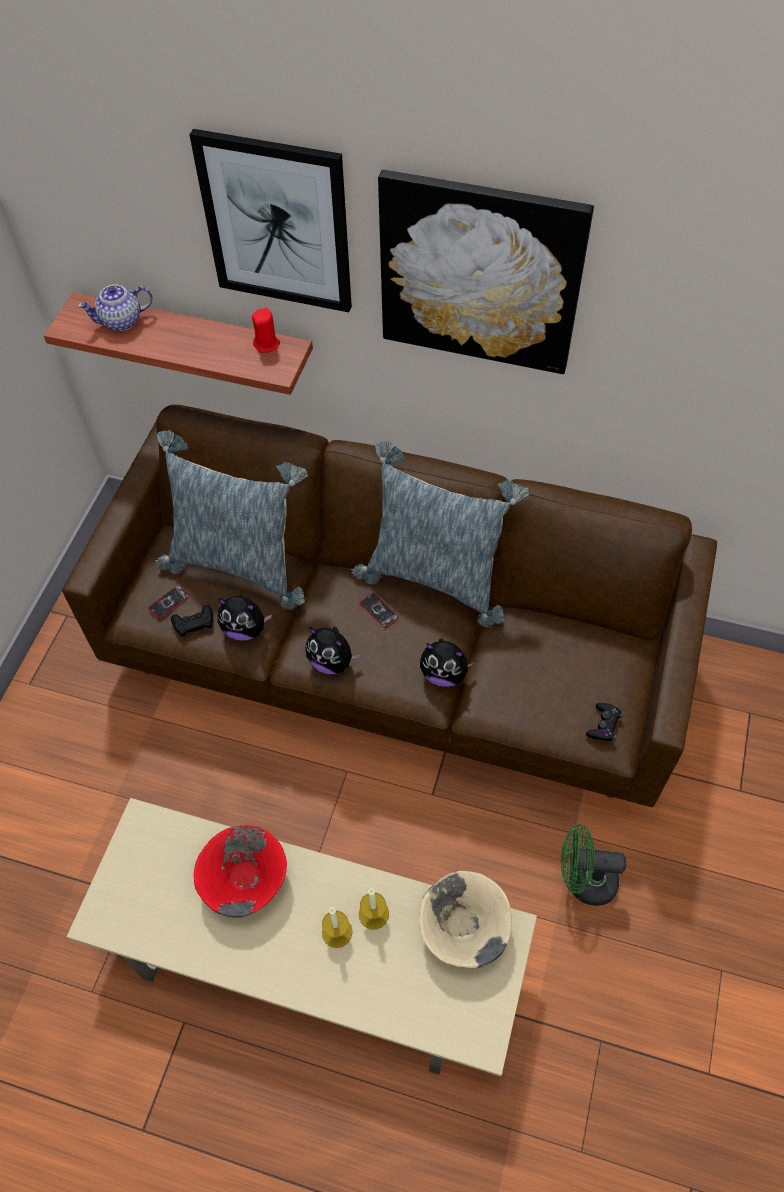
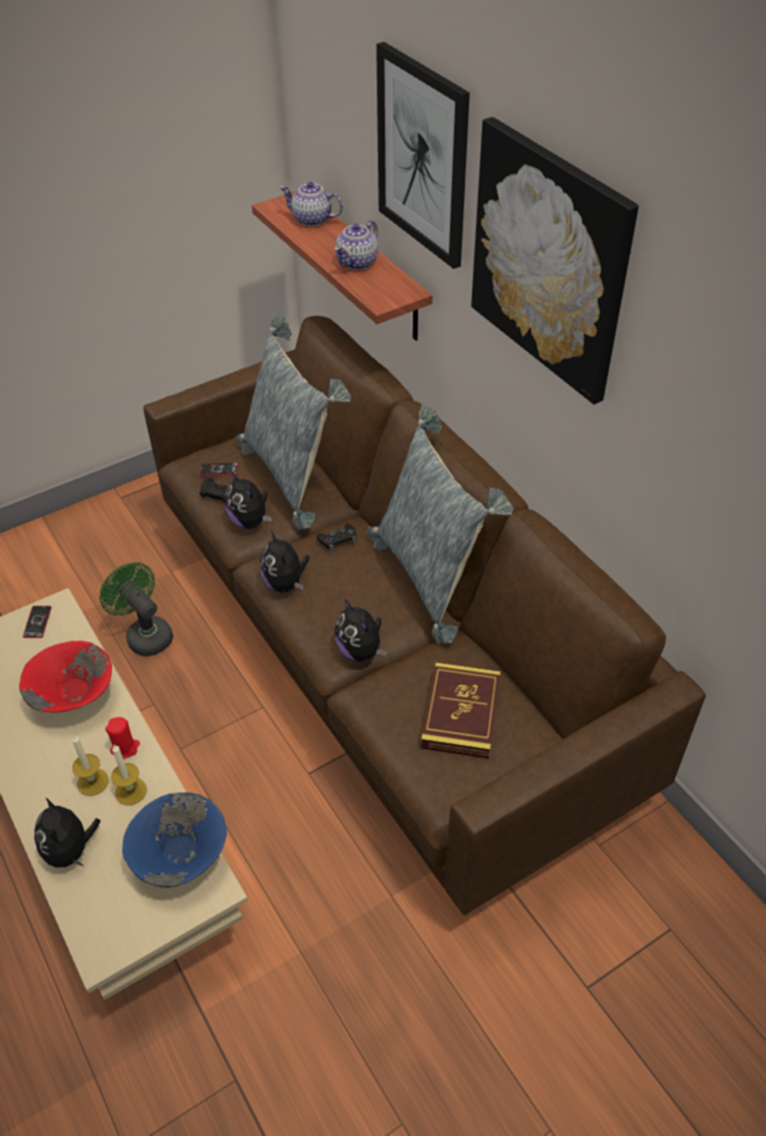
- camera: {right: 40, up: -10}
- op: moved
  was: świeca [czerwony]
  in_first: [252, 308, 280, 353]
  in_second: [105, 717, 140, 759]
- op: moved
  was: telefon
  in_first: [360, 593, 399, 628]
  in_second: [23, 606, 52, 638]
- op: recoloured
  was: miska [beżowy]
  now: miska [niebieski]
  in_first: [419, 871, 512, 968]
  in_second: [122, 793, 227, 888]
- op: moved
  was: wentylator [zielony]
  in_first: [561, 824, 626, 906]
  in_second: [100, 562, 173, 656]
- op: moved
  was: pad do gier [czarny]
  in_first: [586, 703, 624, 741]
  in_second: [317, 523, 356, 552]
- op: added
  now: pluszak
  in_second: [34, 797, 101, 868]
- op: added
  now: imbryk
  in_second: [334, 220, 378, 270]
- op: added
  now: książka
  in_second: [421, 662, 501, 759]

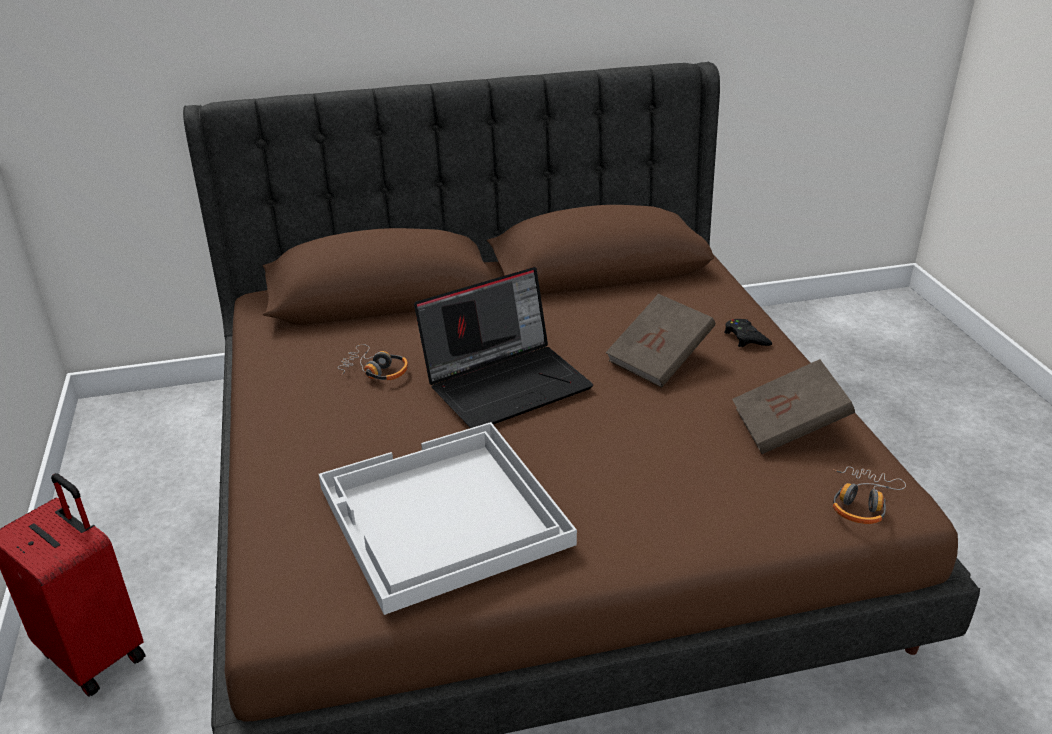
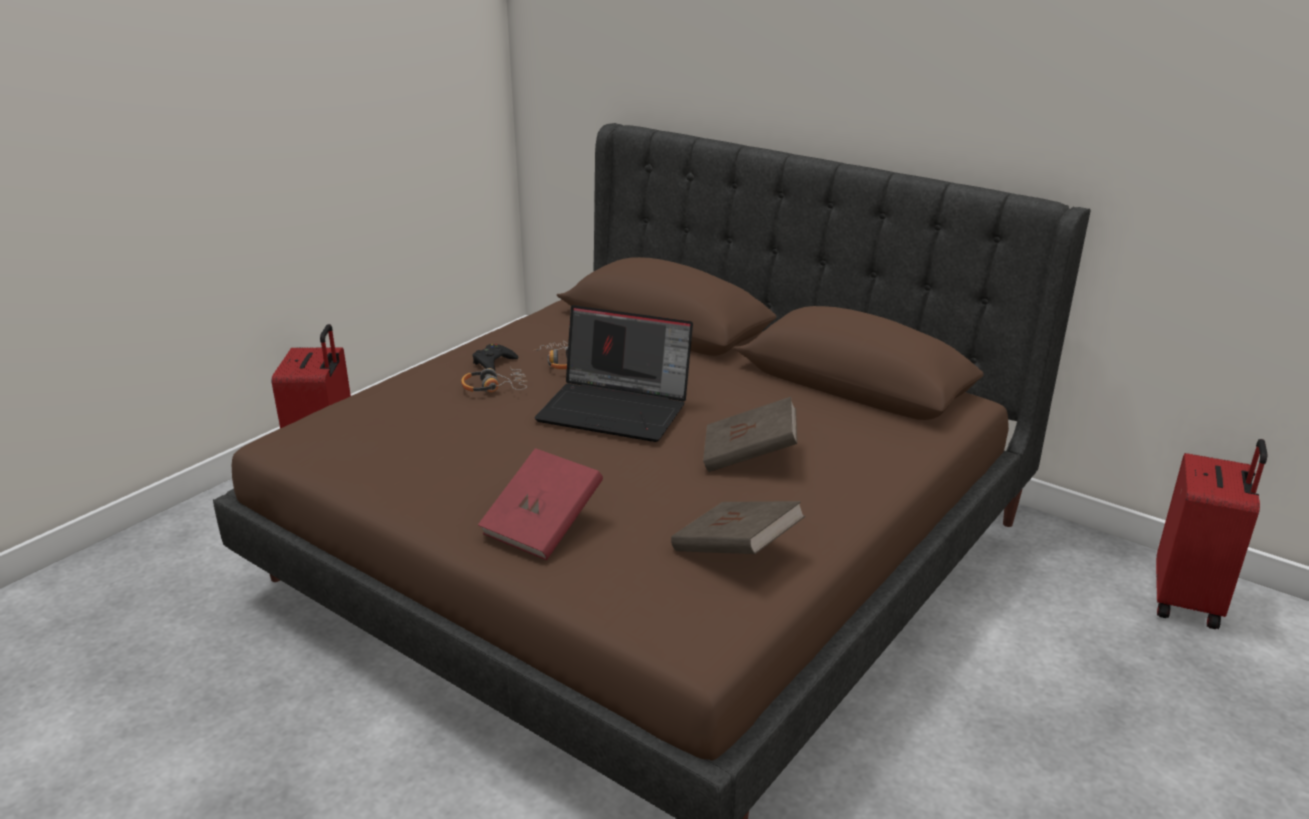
- camera: {right: 50, up: -5}
- op: removed
  was: taca [biały]
  in_first: [319, 422, 577, 615]
- op: moved
  was: pad do gier [czarny]
  in_first: [724, 319, 772, 347]
  in_second: [472, 344, 518, 370]
- op: moved
  was: słuchawki
  in_first: [833, 467, 906, 524]
  in_second: [461, 366, 528, 392]
- op: added
  now: książka [czerwony]
  in_second: [478, 448, 603, 560]
- op: added
  now: walizka [czerwony]
  in_second: [1156, 439, 1267, 629]

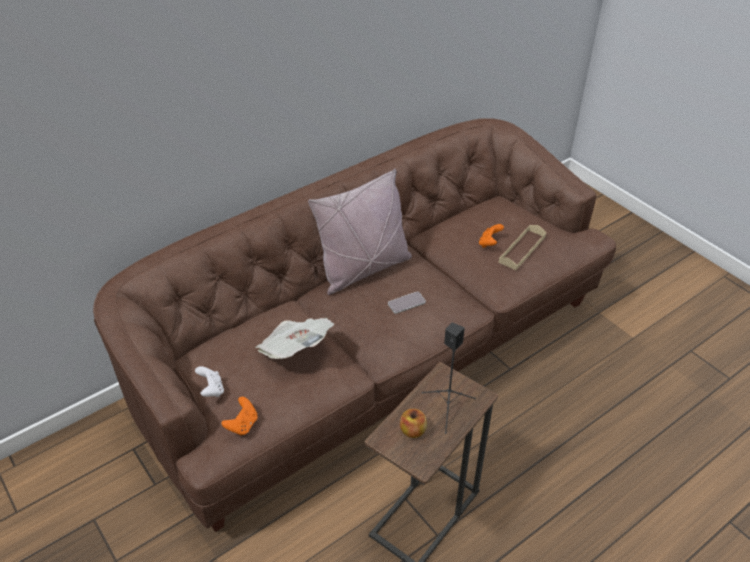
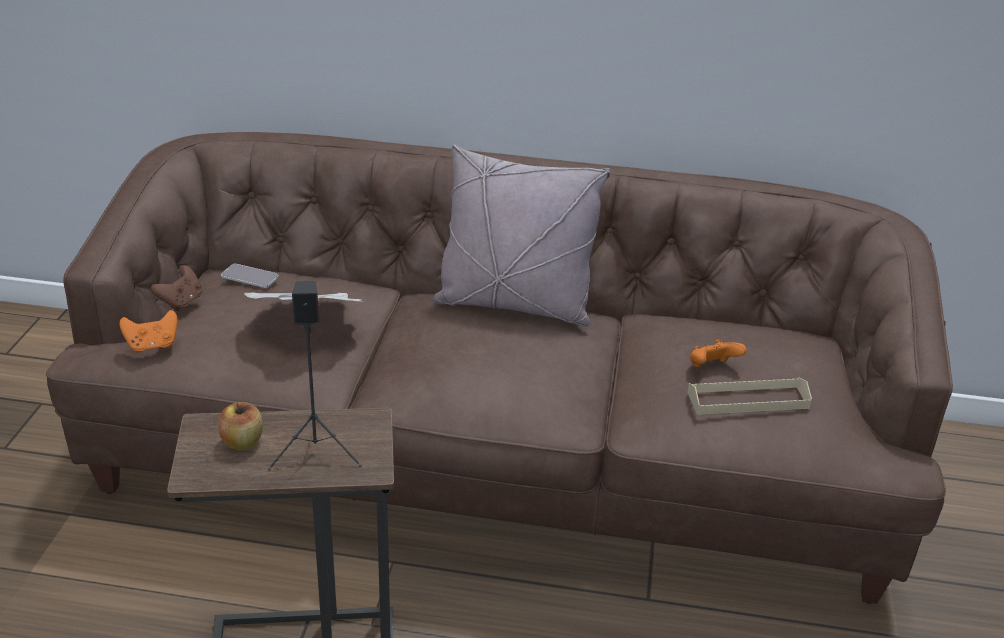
- camera: {right: 45, up: -10}
- op: recoloured
  was: pad do gier [biały]
  now: pad do gier [brązowy]
  in_first: [195, 366, 224, 397]
  in_second: [151, 265, 202, 311]
- op: moved
  was: telefon
  in_first: [388, 292, 426, 314]
  in_second: [221, 264, 279, 288]

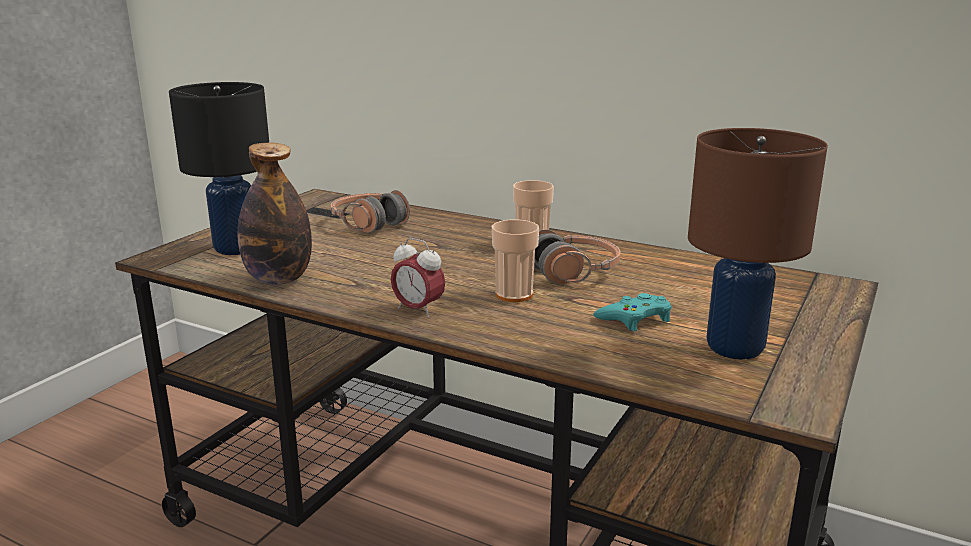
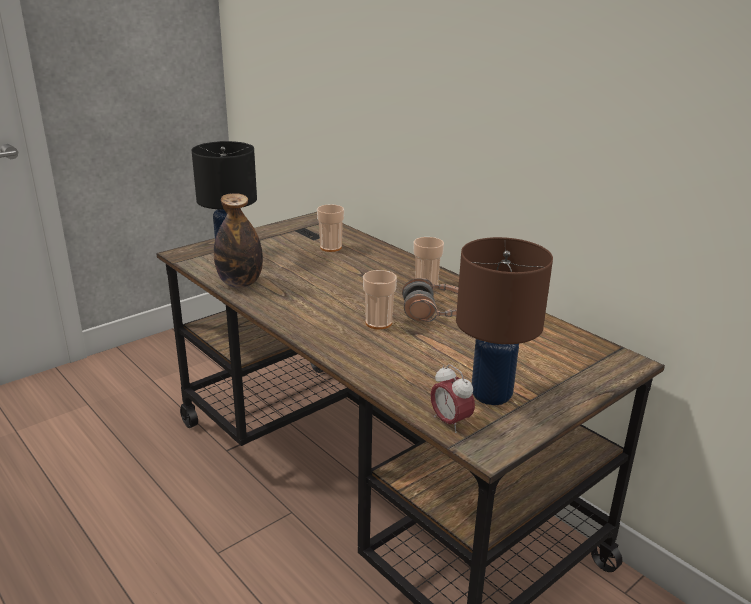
- camera: {right: 20, up: 5}
- op: replaced
  was: słuchawki
  now: filiżanka
  in_first: [331, 190, 410, 233]
  in_second: [317, 204, 344, 252]
- op: moved
  was: budzik
  in_first: [391, 238, 445, 318]
  in_second: [431, 364, 475, 433]
- op: removed
  was: pad do gier [turkusowy]
  in_first: [593, 293, 672, 331]

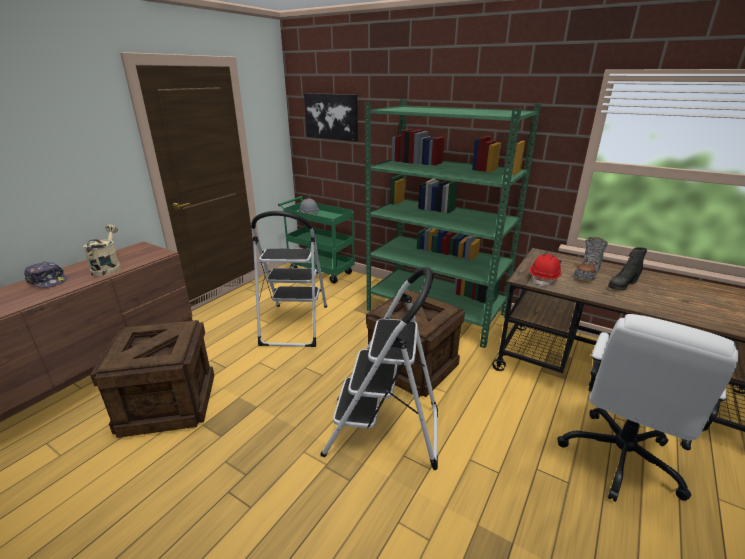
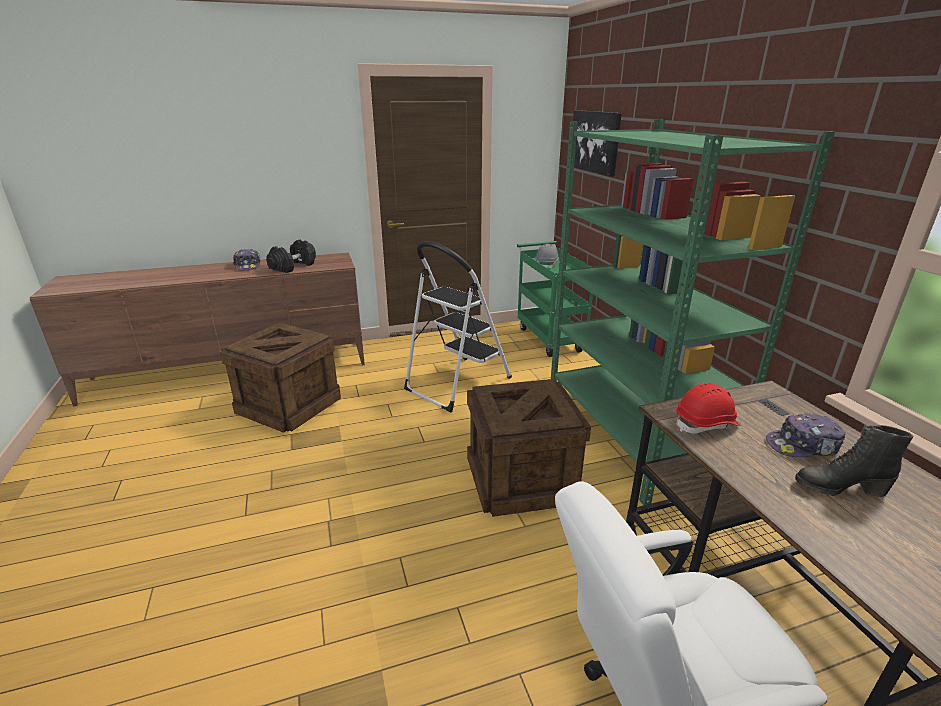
- camera: {right: 40, up: 0}
- op: replaced
  was: konewka [beżowy]
  now: hantel [czarny]
  in_first: [83, 225, 121, 277]
  in_second: [266, 240, 316, 273]
- op: removed
  was: drabinka
  in_first: [320, 267, 438, 470]
- op: replaced
  was: but z cholewką [szary]
  now: czapka z daszkiem
  in_first: [574, 237, 608, 280]
  in_second: [766, 413, 845, 457]

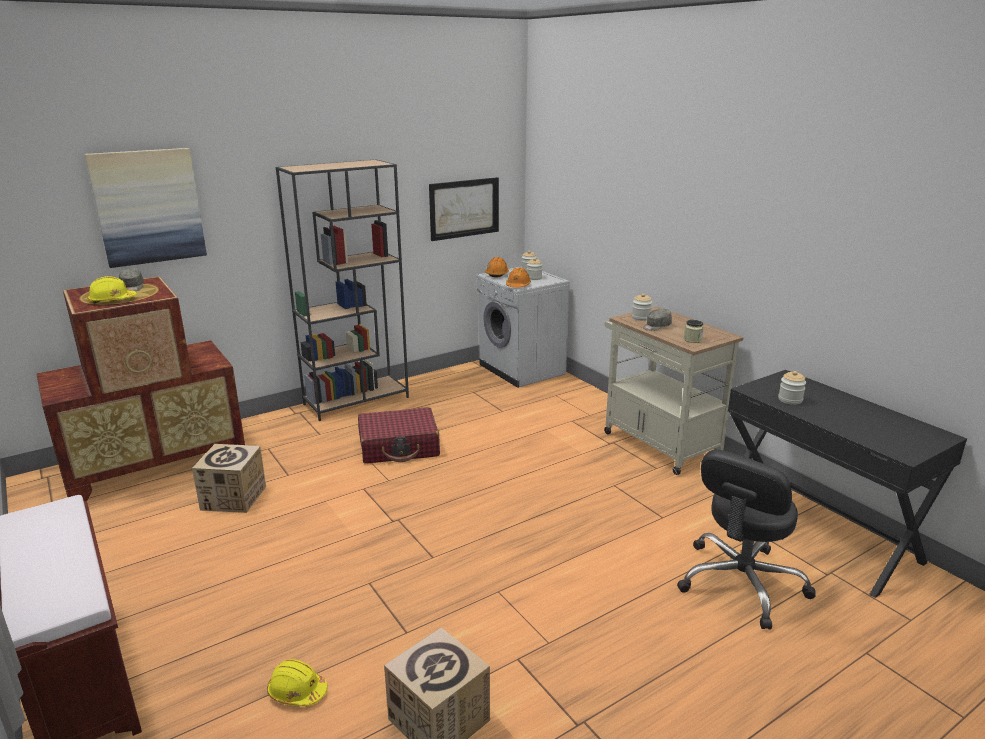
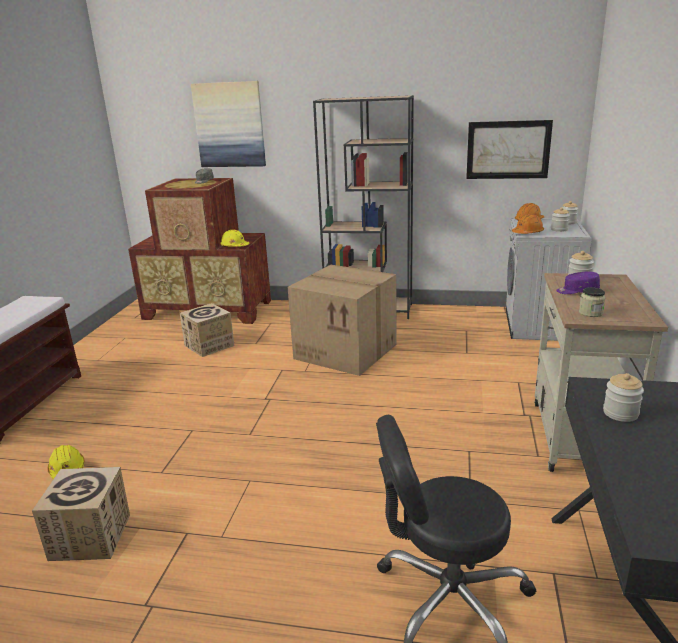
- camera: {right: 45, up: 0}
- op: moved
  was: kask [żółty]
  in_first: [87, 276, 137, 304]
  in_second: [220, 230, 249, 247]
- op: replaced
  was: walizka [czerwony]
  now: karton
  in_first: [358, 407, 440, 464]
  in_second: [288, 265, 397, 376]
- op: recoloured
  was: czapka z daszkiem [szary]
  now: czapka z daszkiem [fioletowy]
  in_first: [643, 309, 672, 331]
  in_second: [556, 272, 600, 294]

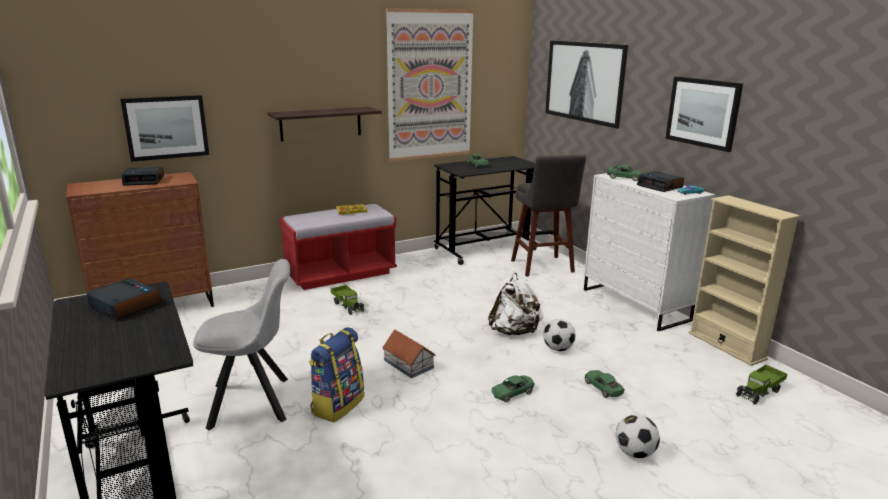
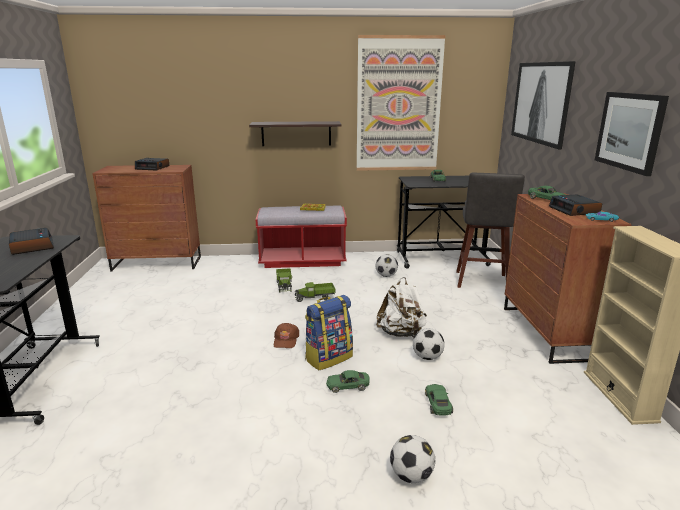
- camera: {right: 25, up: 0}
- op: removed
  was: obraz
  in_first: [120, 95, 209, 162]
- op: removed
  was: krzesło [szary]
  in_first: [193, 259, 290, 431]
- op: moved
  was: plecak
  in_first: [309, 327, 364, 422]
  in_second: [305, 295, 353, 370]
- op: replaced
  was: domek
  now: czapka z daszkiem [brązowy]
  in_first: [382, 330, 436, 378]
  in_second: [274, 323, 299, 348]
- op: recoloured
  was: komoda [biały]
  now: komoda [brązowy]
  in_first: [584, 173, 715, 331]
  in_second: [504, 193, 632, 364]
- op: moved
  was: ciężarówka zabawkowa
  in_first: [737, 365, 787, 405]
  in_second: [294, 282, 335, 302]
- op: added
  now: piłka futbolowa
  in_second: [375, 254, 398, 277]

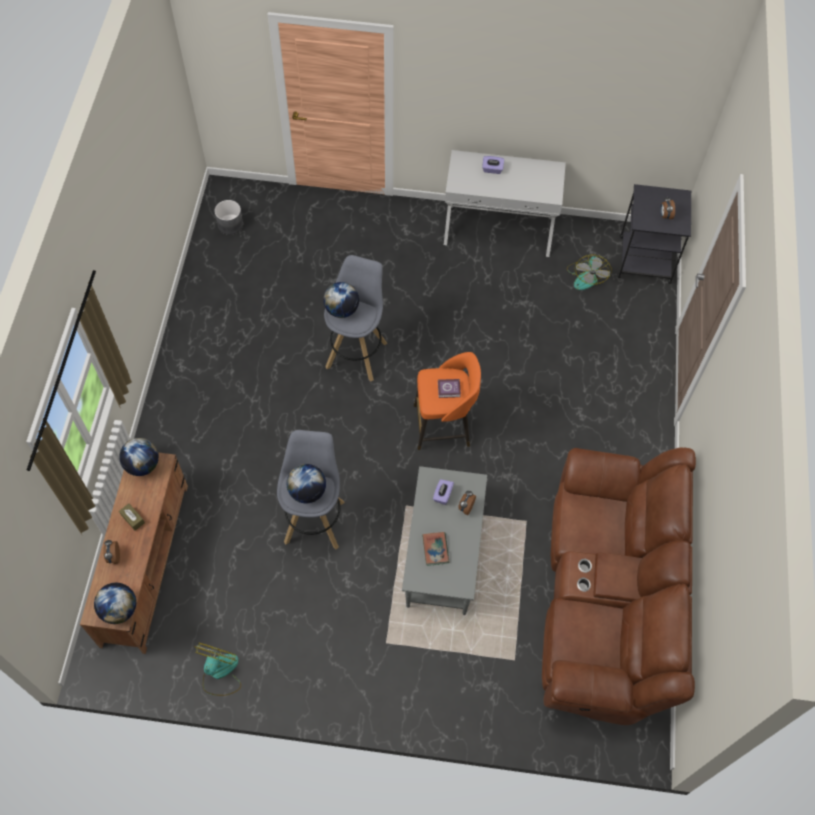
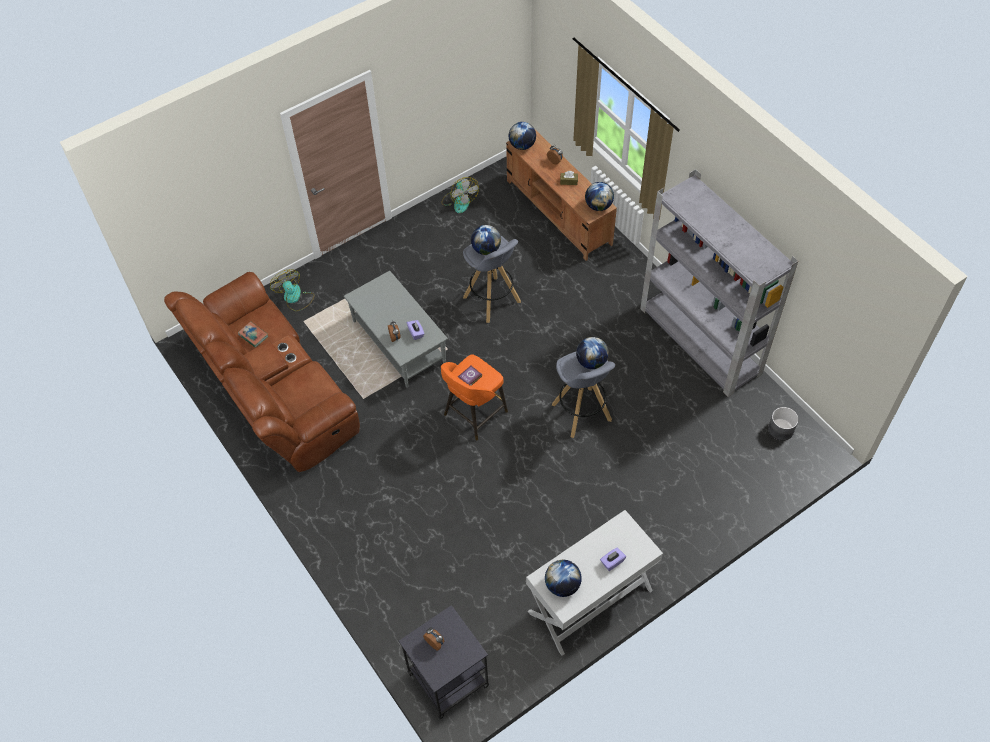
- camera: {right: 140, up: -5}
- op: moved
  was: książka
  in_first: [422, 532, 449, 566]
  in_second: [238, 322, 268, 348]
- op: moved
  was: wentylator
  in_first: [567, 255, 612, 290]
  in_second: [270, 269, 314, 311]
- op: added
  now: globus
  in_second: [545, 560, 582, 597]
- op: added
  now: regał [szary]
  in_second: [640, 169, 798, 397]

